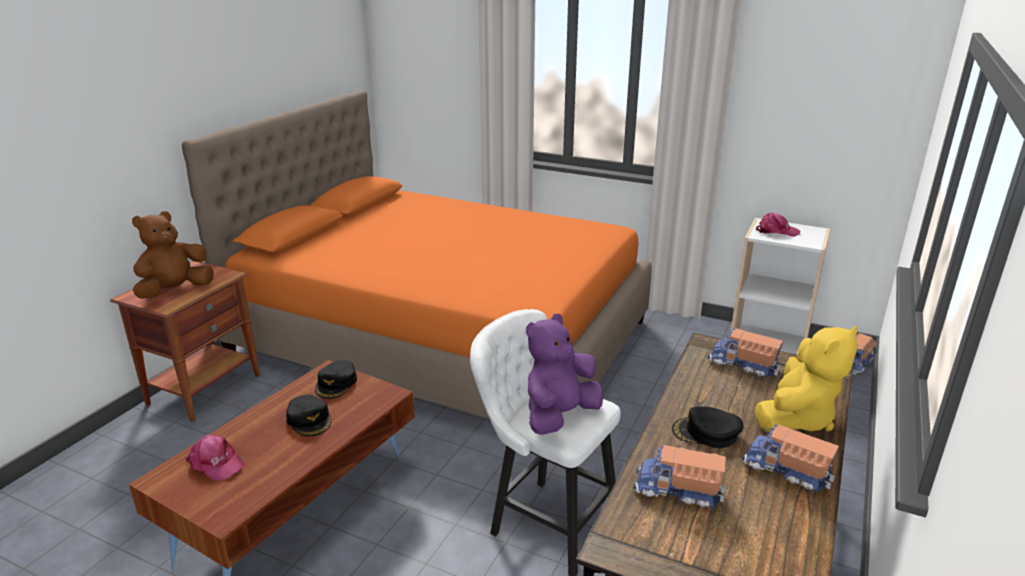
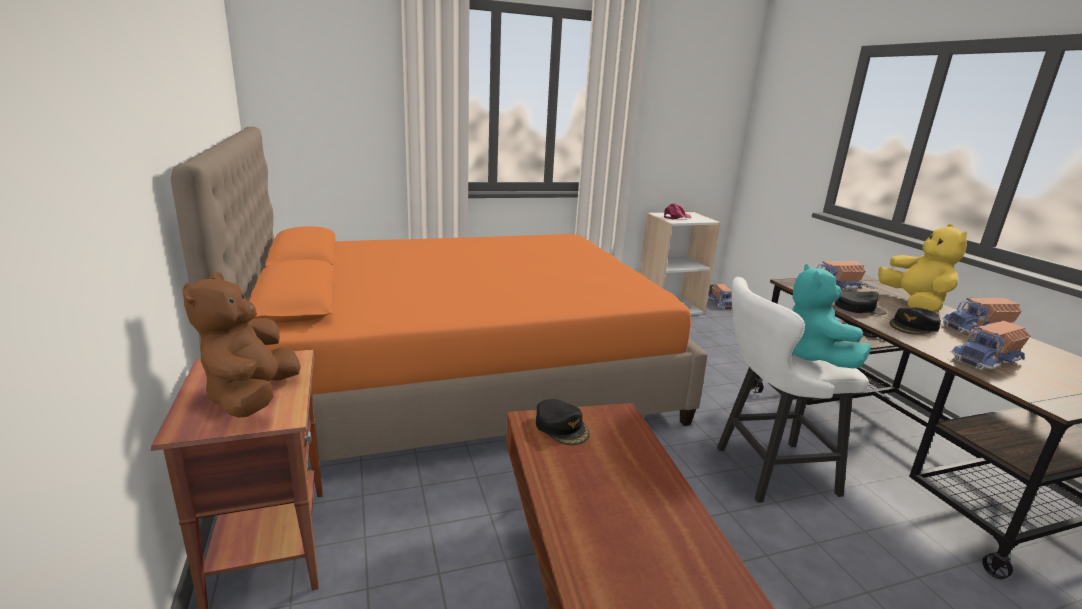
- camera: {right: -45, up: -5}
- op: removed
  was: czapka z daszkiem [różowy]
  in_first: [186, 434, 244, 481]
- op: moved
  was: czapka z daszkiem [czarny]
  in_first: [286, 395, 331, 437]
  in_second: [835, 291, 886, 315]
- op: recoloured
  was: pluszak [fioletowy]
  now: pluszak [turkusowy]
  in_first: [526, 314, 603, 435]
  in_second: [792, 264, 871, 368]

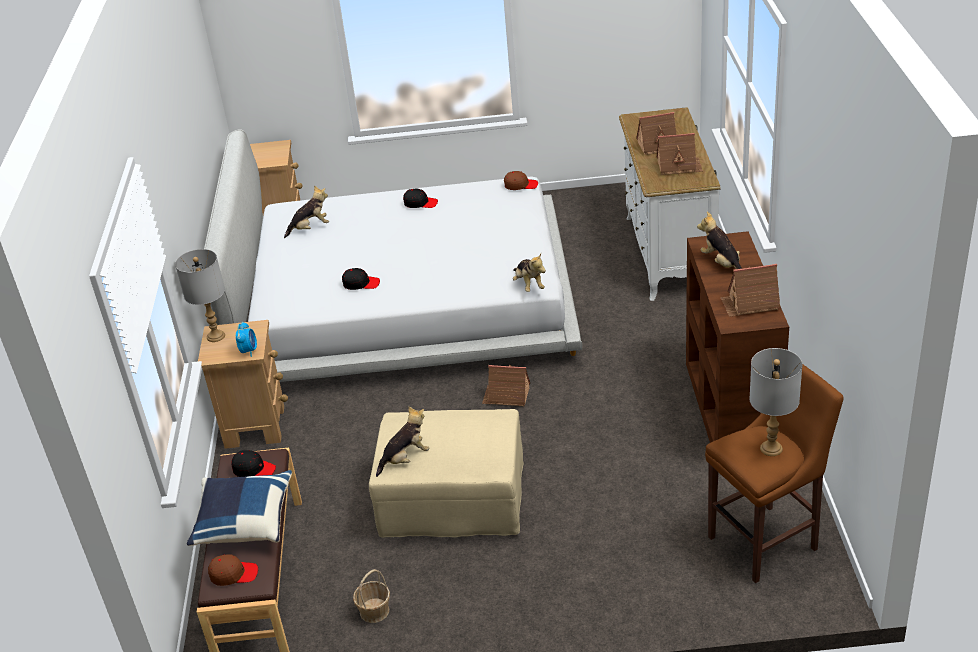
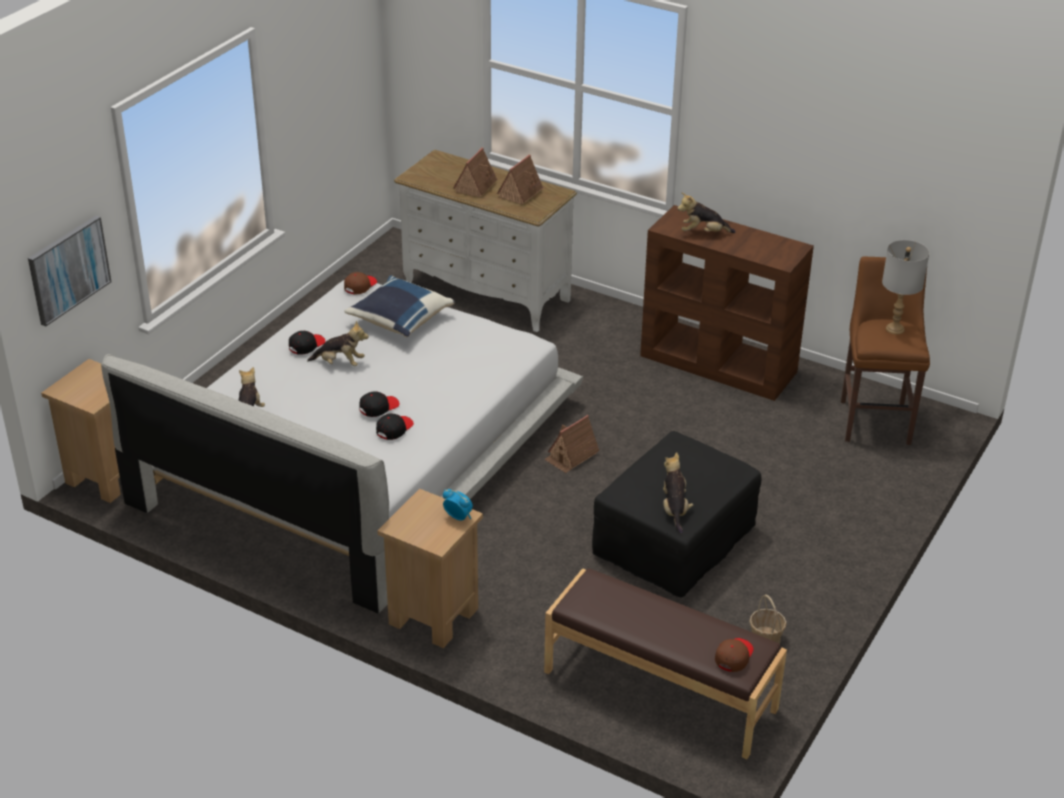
- camera: {right: -60, up: 0}
- op: removed
  was: lampa stołowa [szary]
  in_first: [175, 249, 225, 342]
- op: moved
  was: poduszka [niebieski]
  in_first: [187, 470, 292, 546]
  in_second: [344, 275, 455, 337]
- op: moved
  was: czapka z daszkiem [czarny]
  in_first: [232, 450, 276, 477]
  in_second: [359, 391, 399, 417]
- op: recoloured
  was: pufa [beżowy]
  now: pufa [czarny]
  in_first: [369, 409, 523, 538]
  in_second: [592, 431, 761, 597]
- op: moved
  was: pluszak
  in_first: [513, 254, 546, 292]
  in_second: [307, 321, 369, 366]
- op: removed
  was: domek
  in_first: [720, 264, 780, 317]
- op: added
  now: obraz
  in_second: [28, 215, 112, 326]

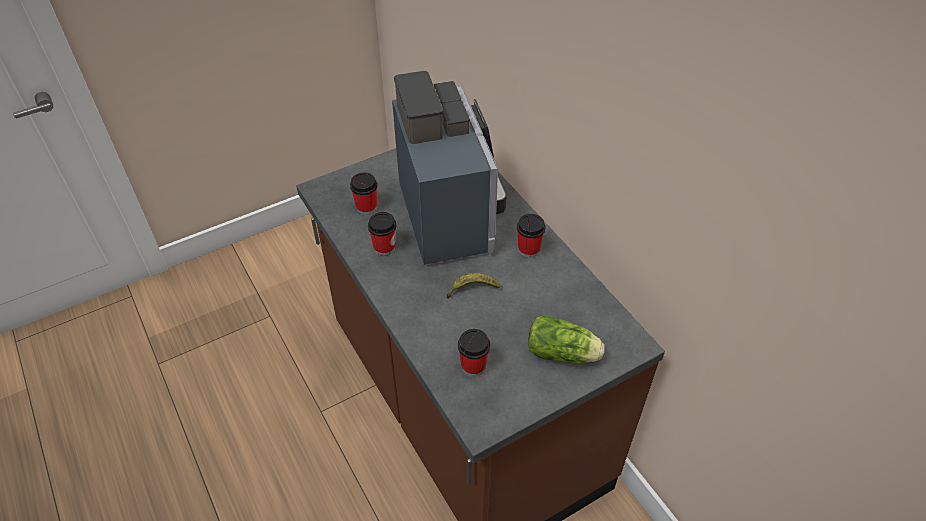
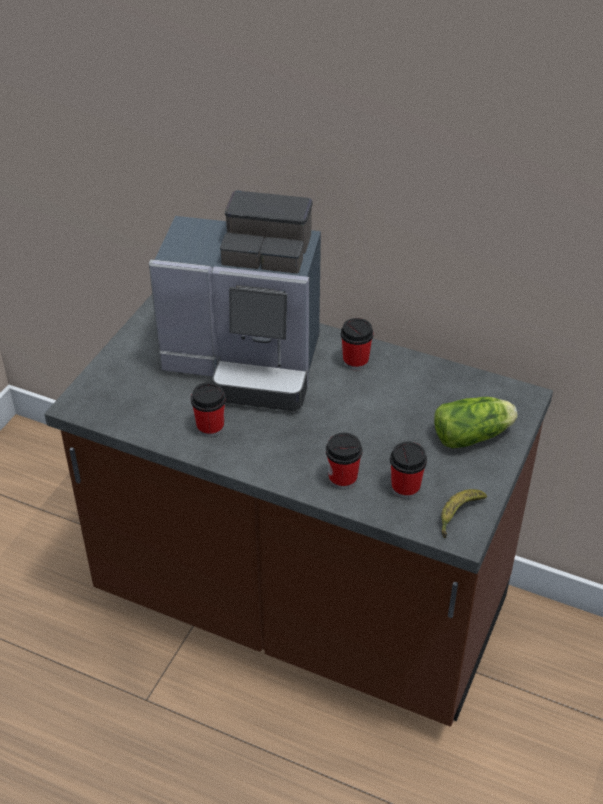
- camera: {right: -35, up: -5}
- op: moved
  was: filiżanka
  in_first: [350, 172, 377, 215]
  in_second: [326, 433, 362, 490]
- op: turned
  was: ekspres do kawy
  in_first: [392, 71, 507, 265]
  in_second: [149, 191, 321, 411]
  clockwise: 150
- op: moved
  was: banan
  in_first: [447, 273, 500, 299]
  in_second: [441, 489, 487, 538]

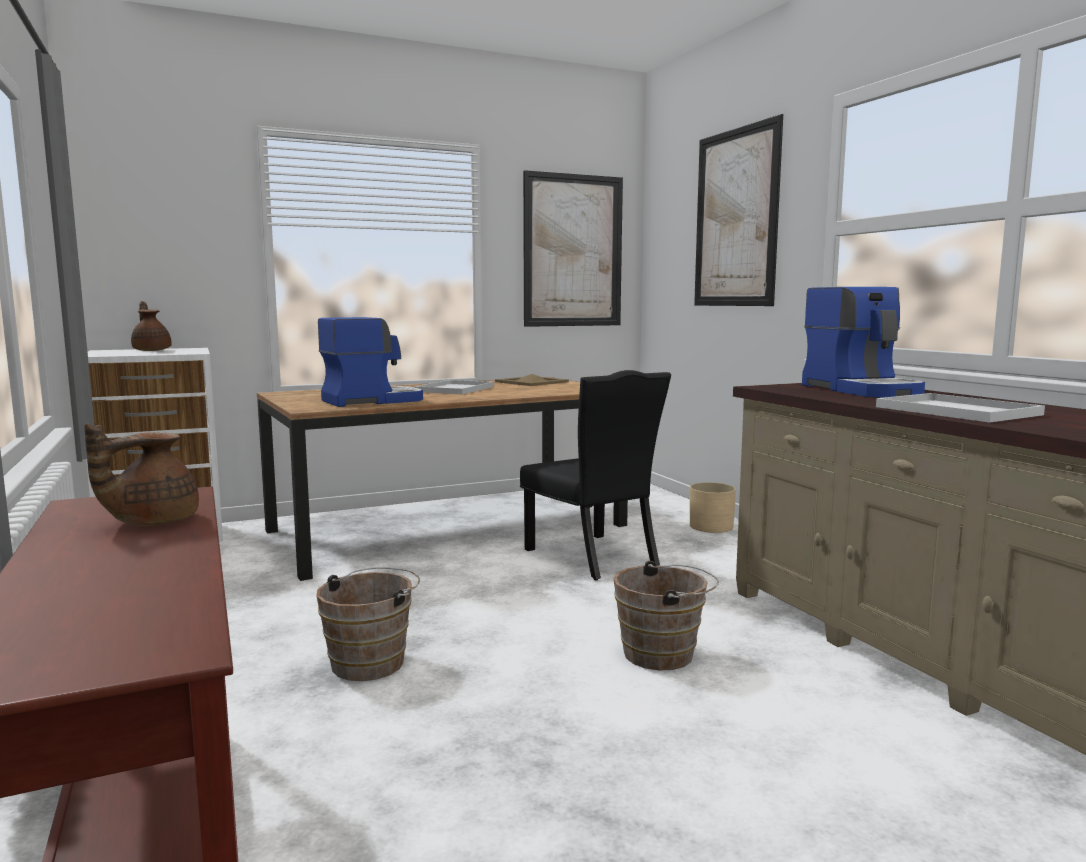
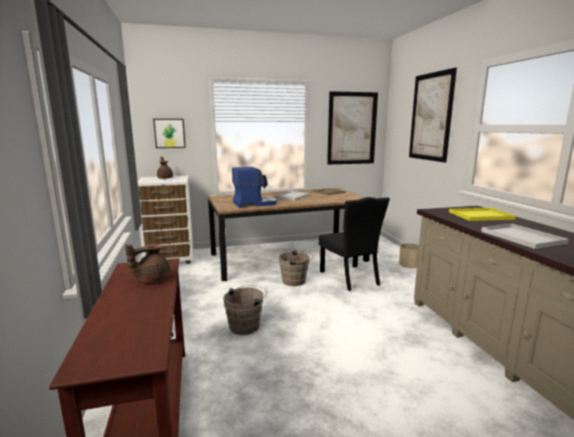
- camera: {right: 10, up: 5}
- op: moved
  was: wiadro [brązowy]
  in_first: [613, 561, 719, 670]
  in_second: [279, 250, 313, 286]
- op: replaced
  was: ekspres do kawy
  now: taca [żółty]
  in_first: [802, 287, 925, 398]
  in_second: [449, 208, 516, 221]
- op: added
  now: obraz
  in_second: [153, 119, 186, 148]

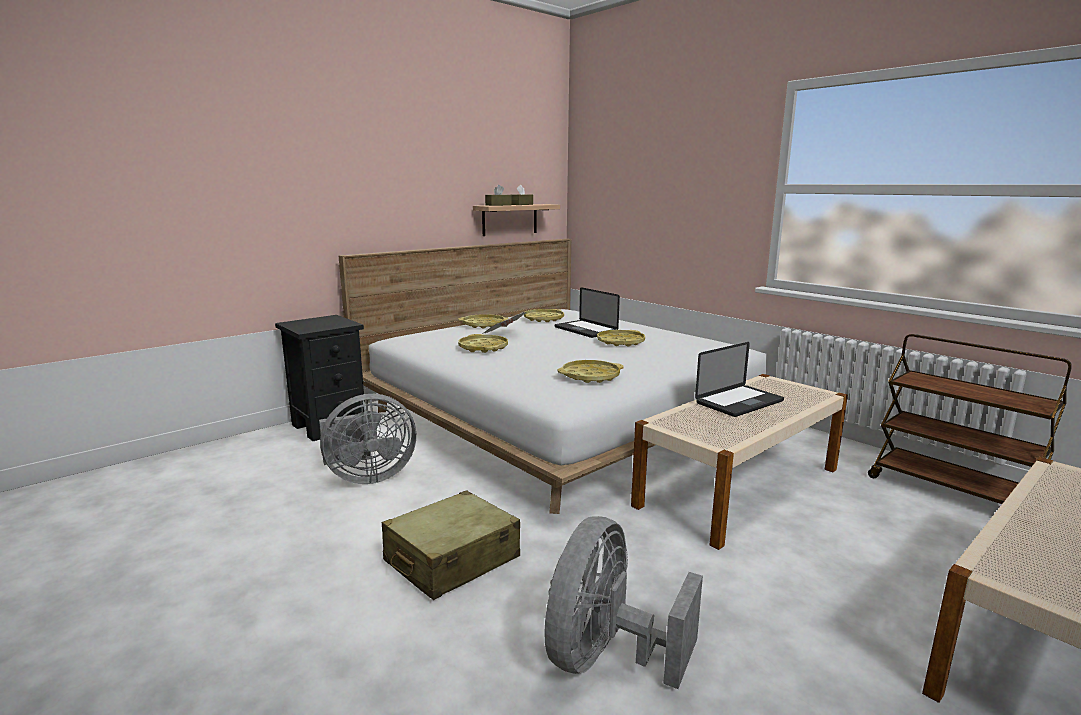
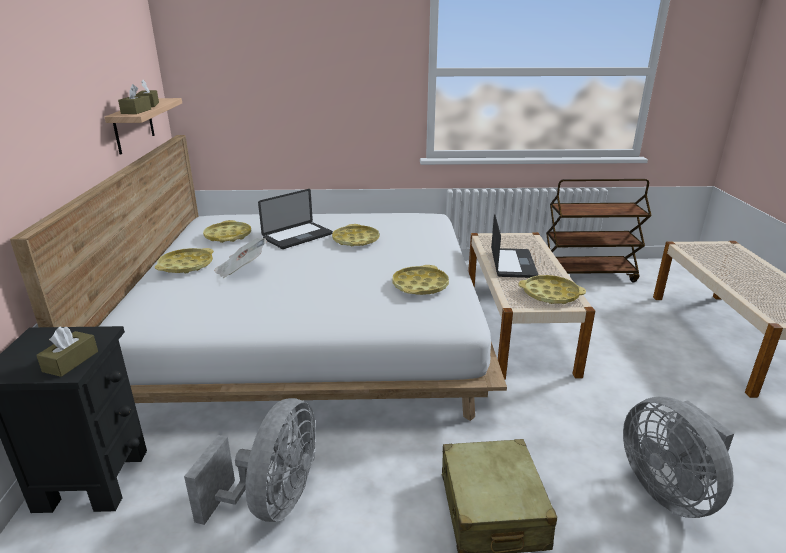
- camera: {right: -50, up: 10}
- op: moved
  was: taca [żółty]
  in_first: [458, 334, 508, 353]
  in_second: [519, 275, 586, 304]
- op: turned
  was: laptop
  in_first: [555, 287, 620, 338]
  in_second: [258, 189, 333, 249]
  clockwise: -45
- op: added
  now: pudełko chusteczek [brązowy]
  in_second: [36, 327, 98, 377]

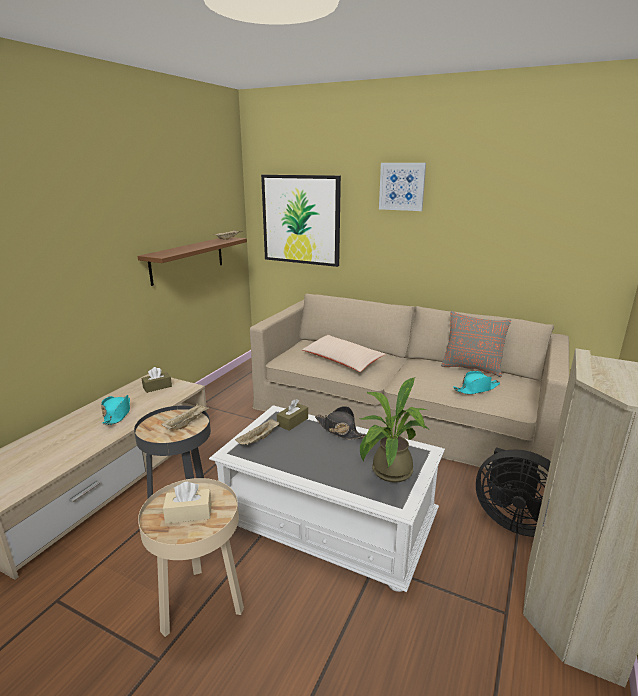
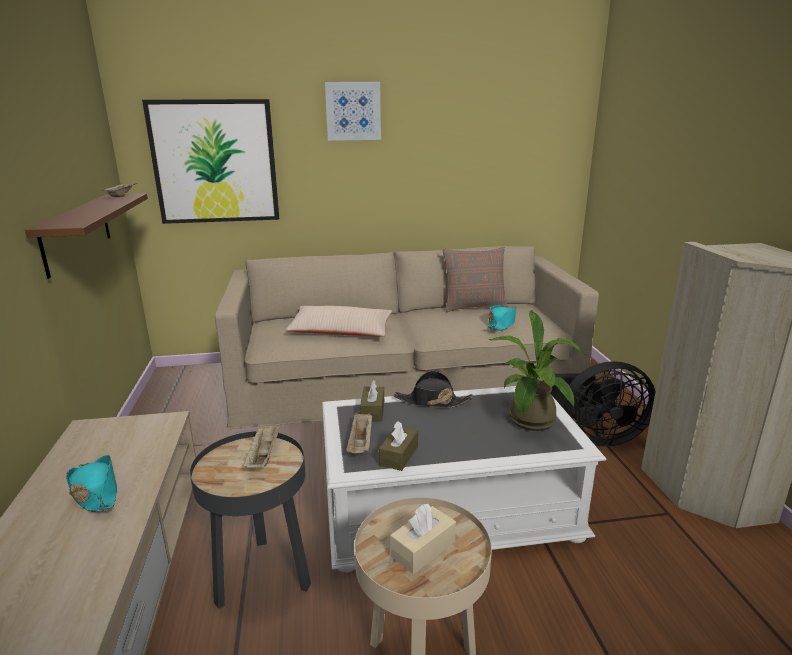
- camera: {right: -35, up: 0}
- op: moved
  was: pudełko chusteczek [brązowy]
  in_first: [142, 367, 172, 393]
  in_second: [379, 421, 418, 471]

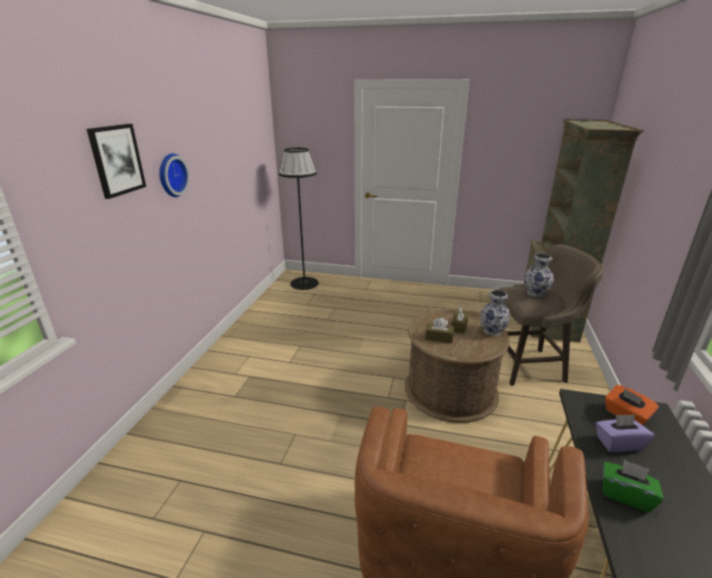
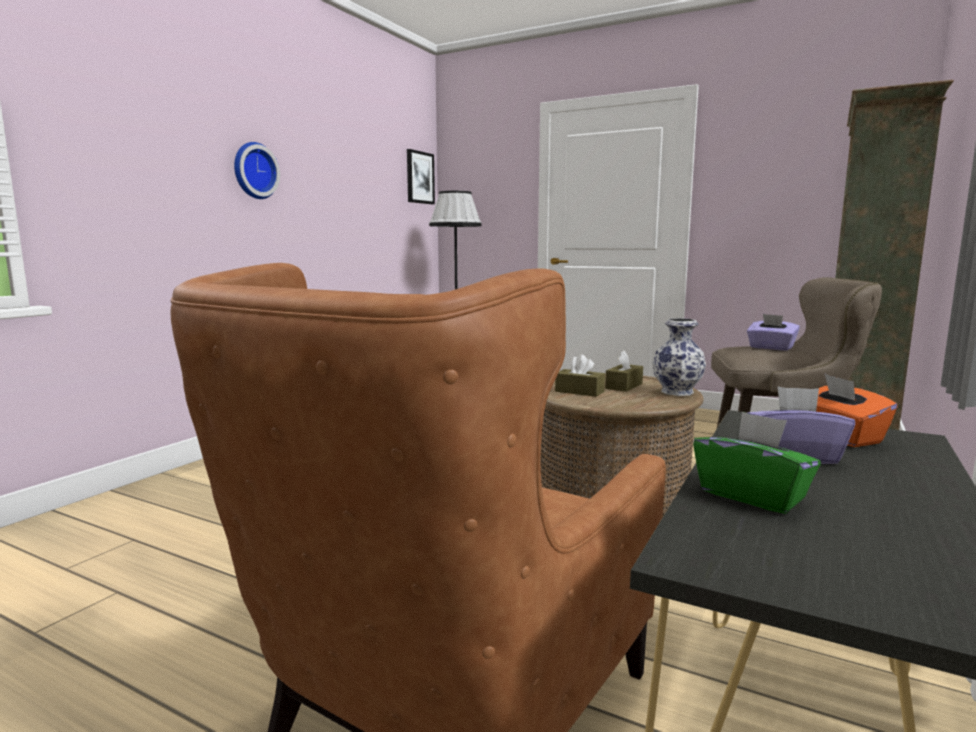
- camera: {right: 15, up: -15}
- op: moved
  was: obraz
  in_first: [87, 124, 146, 199]
  in_second: [407, 149, 435, 204]
- op: replaced
  was: wazon
  now: pudełko chusteczek [fioletowy]
  in_first: [523, 254, 554, 297]
  in_second: [747, 314, 800, 351]

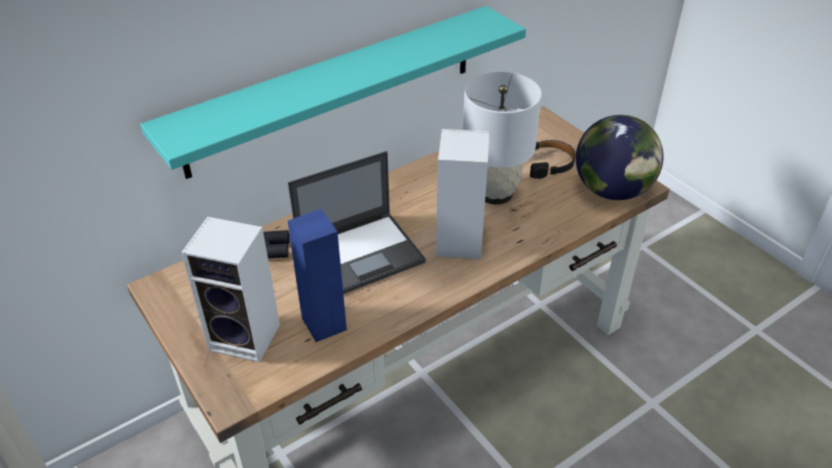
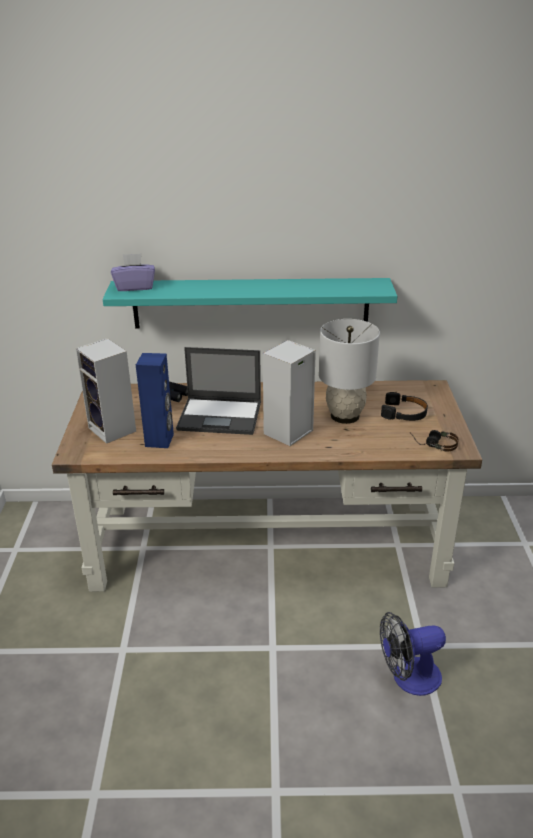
- camera: {right: 35, up: -10}
- op: replaced
  was: globus
  now: słuchawki
  in_first: [576, 115, 663, 200]
  in_second: [412, 430, 459, 452]
- op: added
  now: pudełko chusteczek [fioletowy]
  in_second: [111, 253, 155, 291]
- op: added
  now: wentylator
  in_second: [380, 612, 446, 696]

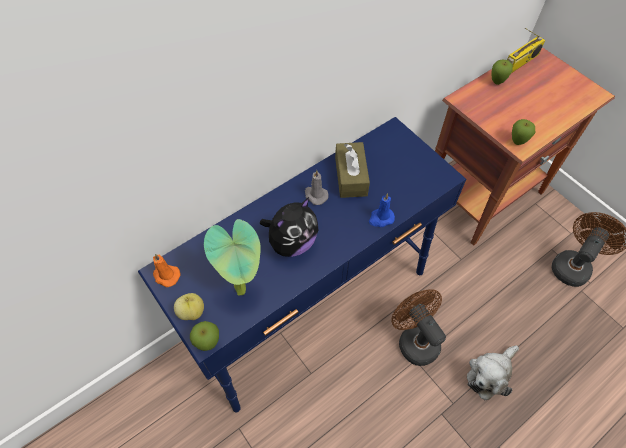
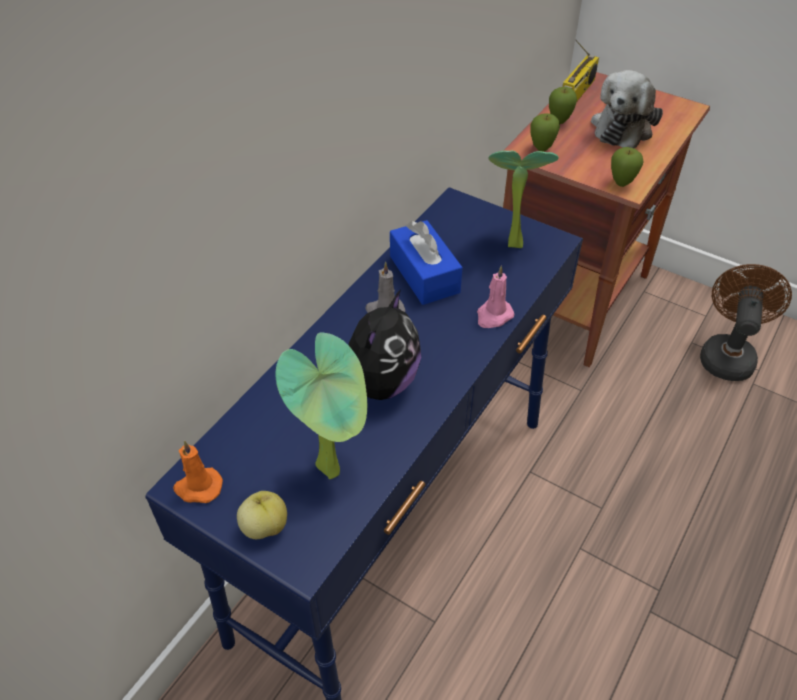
- camera: {right: -20, up: -10}
- op: moved
  was: jabłko
  in_first: [190, 321, 219, 351]
  in_second: [530, 113, 560, 151]
- op: recoloured
  was: pudełko chusteczek [brązowy]
  now: pudełko chusteczek [niebieski]
  in_first: [335, 142, 370, 198]
  in_second: [390, 220, 463, 305]
- op: recoloured
  was: świeca [niebieski]
  now: świeca [różowy]
  in_first: [369, 193, 395, 227]
  in_second: [477, 266, 514, 328]
- op: removed
  was: wentylator [brązowy]
  in_first: [391, 289, 446, 366]
- op: moved
  was: pluszak
  in_first: [467, 345, 519, 400]
  in_second: [591, 70, 663, 148]
- op: added
  now: roślina doniczkowa
  in_second: [488, 151, 559, 248]

